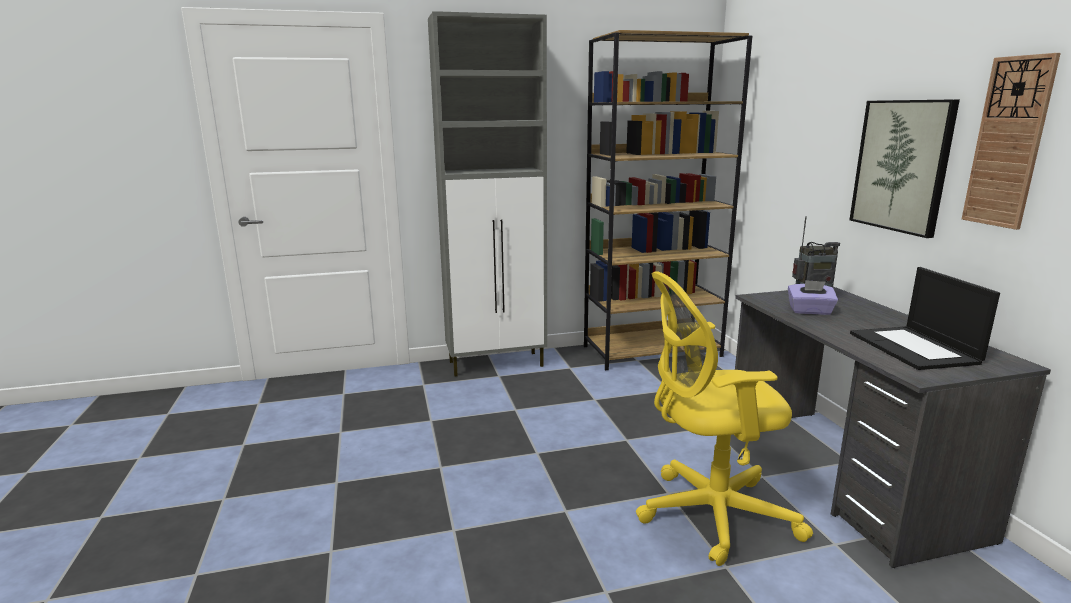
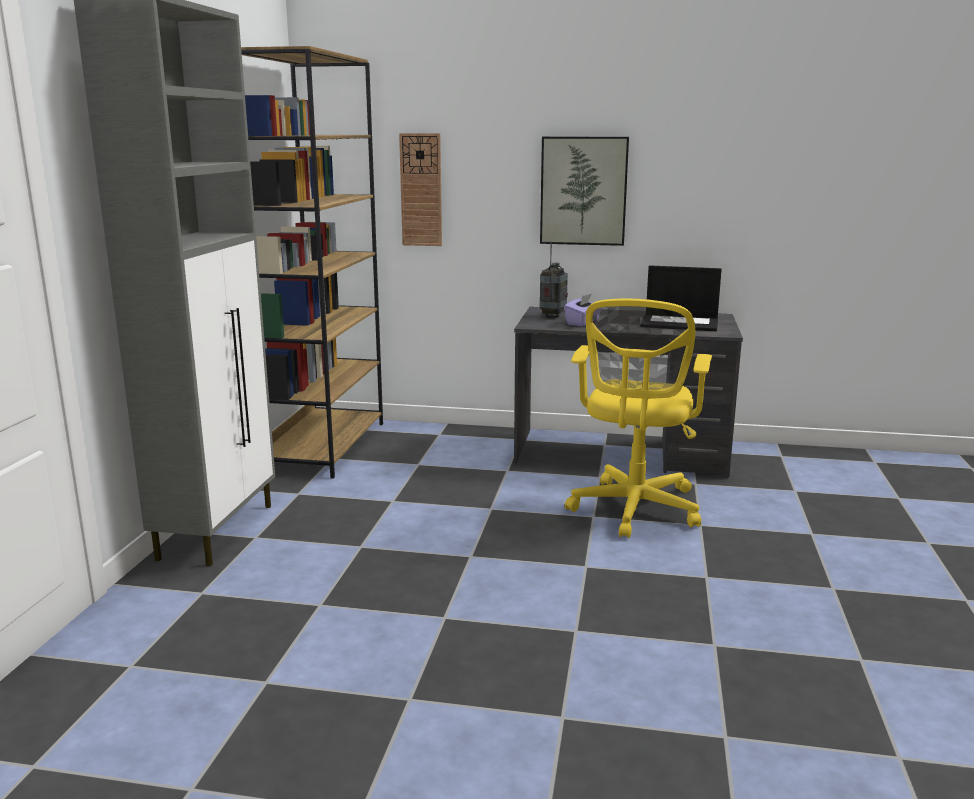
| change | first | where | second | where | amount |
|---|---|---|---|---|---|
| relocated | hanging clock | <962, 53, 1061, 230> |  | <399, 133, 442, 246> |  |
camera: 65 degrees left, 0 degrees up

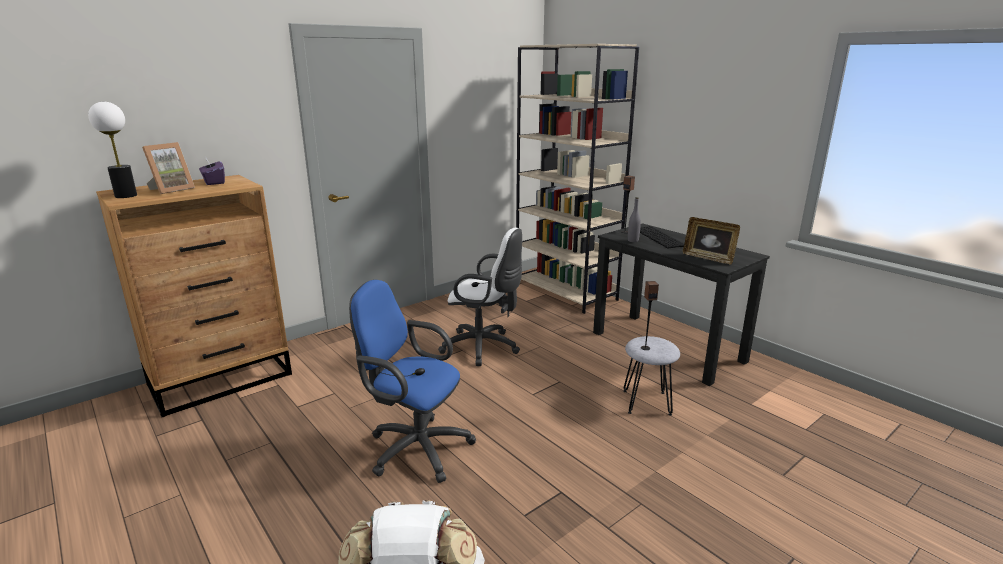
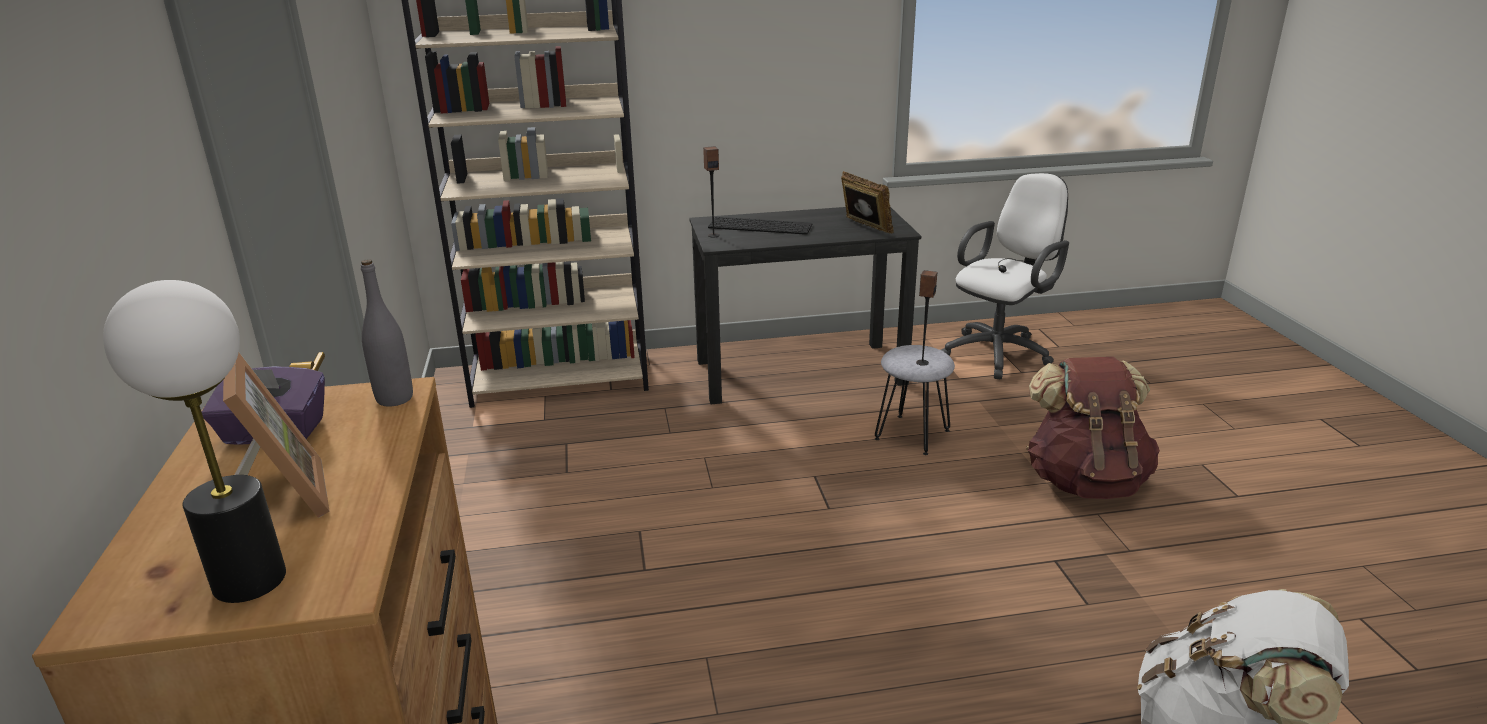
| change | first | where | second | where | amount |
|---|---|---|---|---|---|
| missing | office chair (blue) | <349, 279, 476, 483> |  |  |  |
| relocated | office chair (white-coloured) | <438, 228, 522, 366> |  | <941, 173, 1069, 379> |  |
| relocated | beverage bottle (greyish) | <628, 197, 641, 242> |  | <361, 259, 413, 407> |  |
| spun | photo frame | <683, 217, 740, 264> |  | <841, 171, 894, 233> | 105 degrees counterclockwise |
| appeared |  |  | knapsack (brownish) | <1026, 357, 1160, 499> |  |
camera: 60 degrees left, 5 degrees up

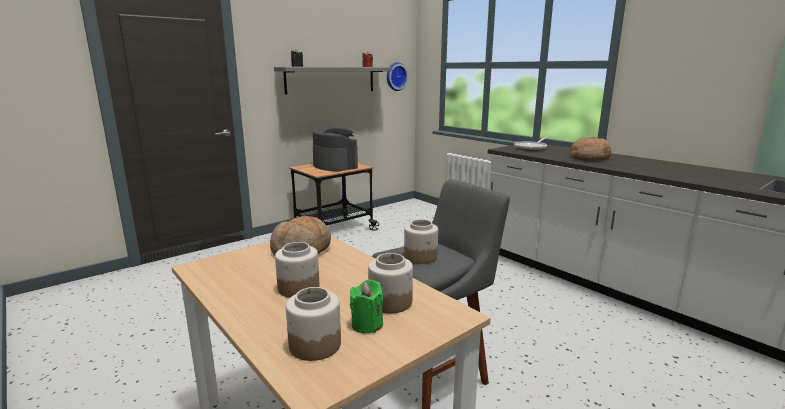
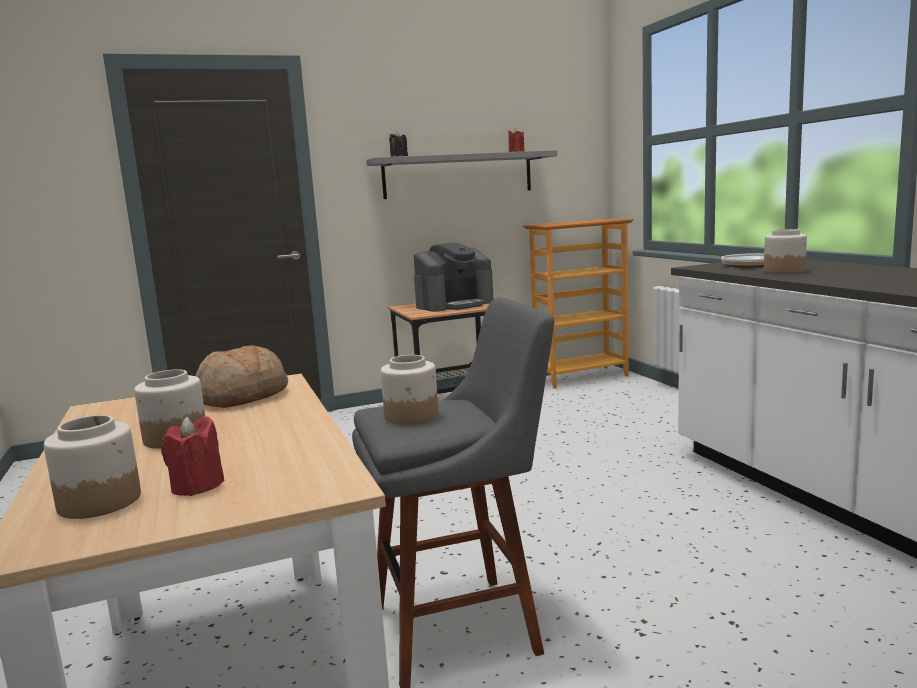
| change | first | where | second | where | amount |
|---|---|---|---|---|---|
| spun | coffee brewer | <313, 126, 358, 171> |  | <414, 243, 494, 312> | 75 degrees clockwise |
| colour | candle (greenish) | <350, 280, 383, 333> | candle (red) | <161, 416, 224, 496> |  |
| relocated | storage jar | <368, 253, 413, 313> |  | <764, 229, 807, 274> |  |
| missing | hanging clock | <387, 62, 409, 91> |  |  |  |
| missing | bread | <571, 136, 611, 161> |  |  |  |
| appeared |  |  | bookcase | <523, 219, 633, 389> |  |
camera: 20 degrees right, 5 degrees down

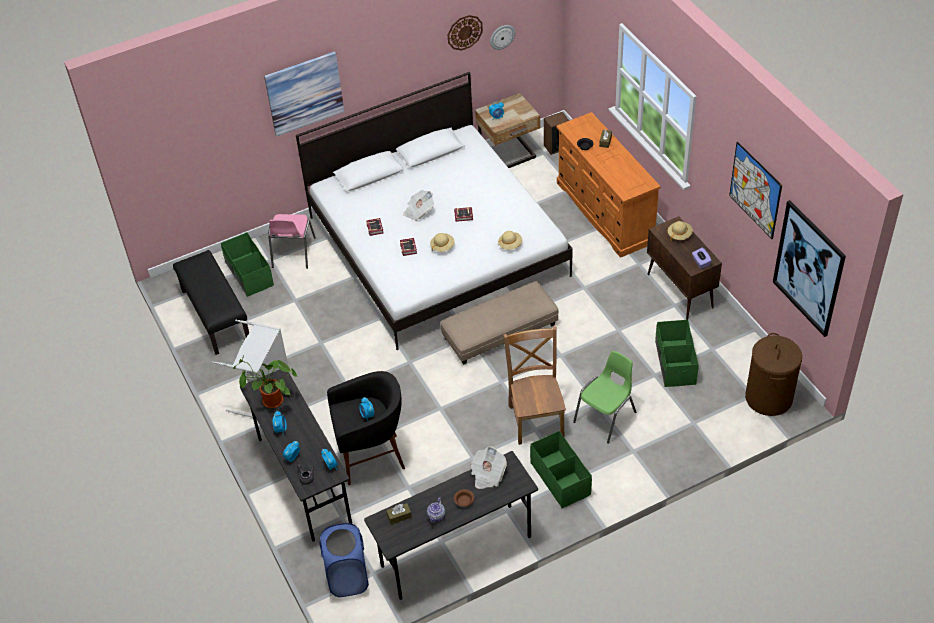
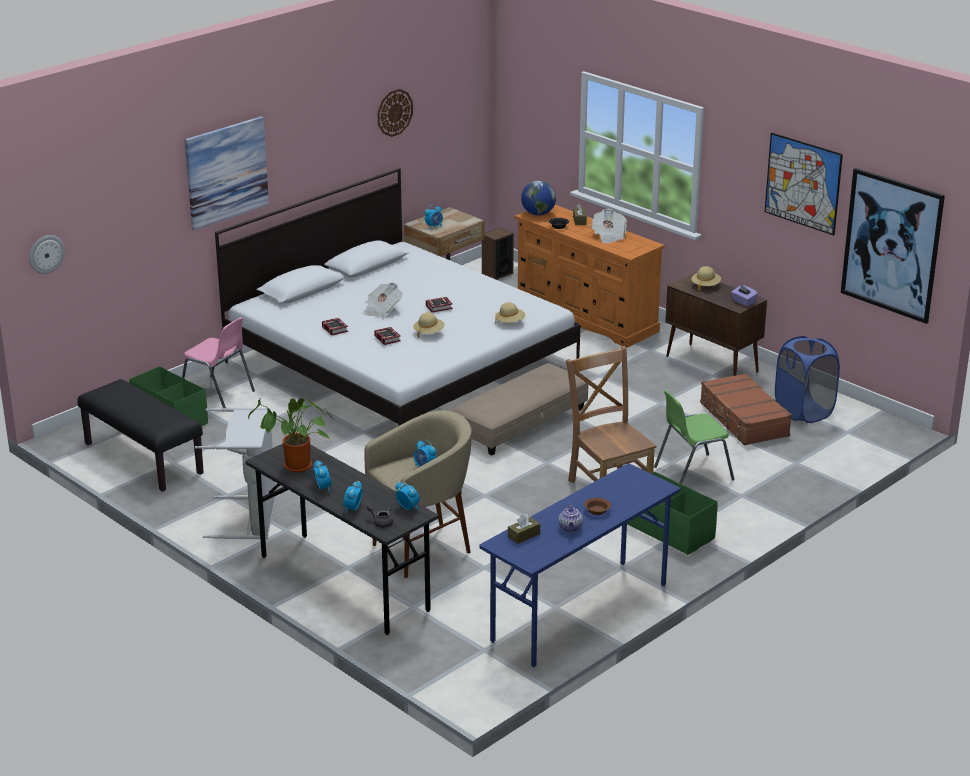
| change | first | where | second | where | amount |
|---|---|---|---|---|---|
| spun | plain chair (pinkish) | <268, 214, 316, 269> |  | <182, 317, 255, 408> | 45 degrees counterclockwise |
| relocated | hamper (blue) | <320, 523, 369, 597> |  | <775, 336, 840, 423> |  |
| colour | stool seat (black) | <327, 371, 405, 485> | stool seat (sand-coloured) | <364, 410, 472, 578> |  |
| colour | desk unit (greyish) | <364, 451, 538, 600> | desk unit (blue) | <480, 463, 680, 667> |  |
| relocated | printed paper | <470, 446, 507, 489> |  | <591, 209, 627, 244> |  |
| relocated | hanging clock | <490, 25, 515, 50> |  | <29, 235, 65, 274> |  |
| spun | plain chair (greenish) | <573, 351, 636, 444> |  | <654, 390, 734, 484> | 135 degrees counterclockwise |
| exchanged | storage bin (greenish) | <655, 320, 699, 387> | travel case (brownish) | <700, 373, 792, 445> |  |
| missing | hamper (brownish) | <745, 333, 802, 416> |  |  |  |
| appeared |  |  | desk globe | <521, 181, 556, 216> |  |
camera: 20 degrees left, 20 degrees down

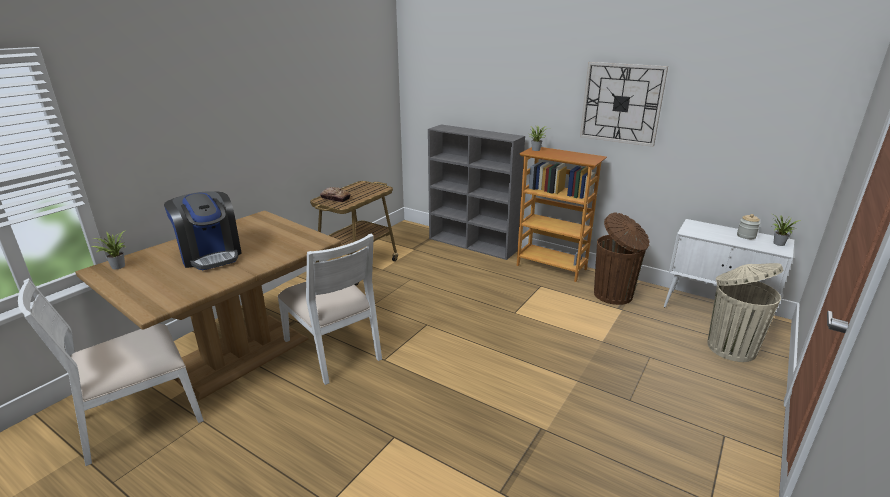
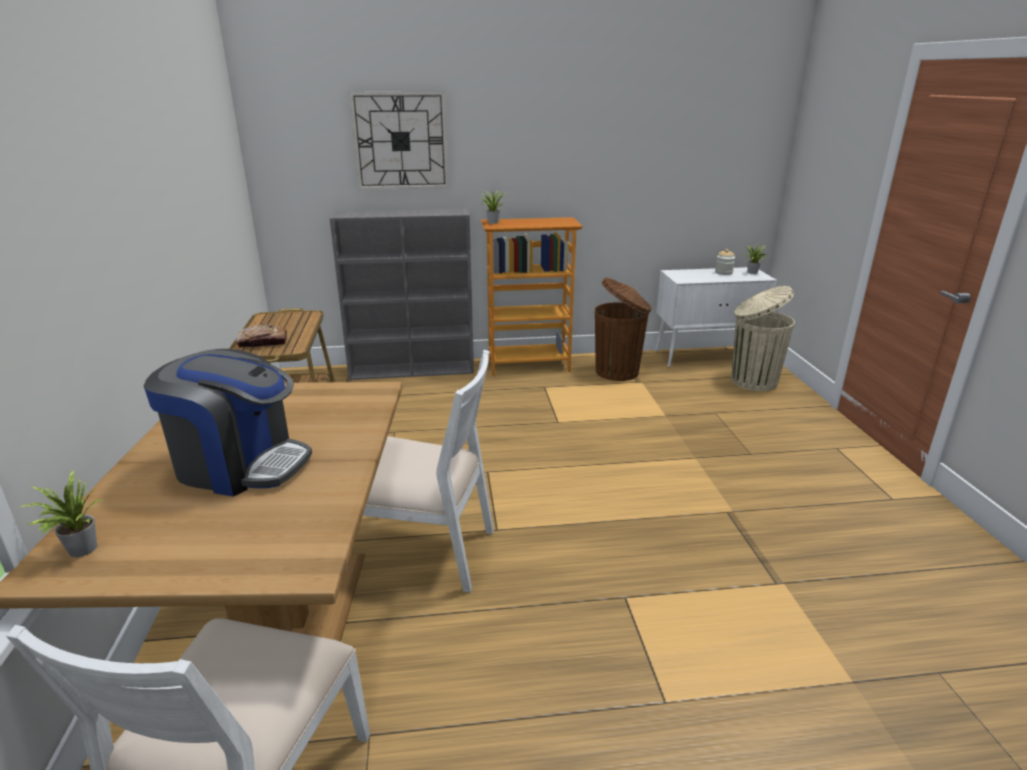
| change | first | where | second | where | amount |
|---|---|---|---|---|---|
| relocated | hanging clock | <580, 62, 668, 147> |  | <349, 91, 449, 190> |  |
camera: 40 degrees left, 0 degrees up

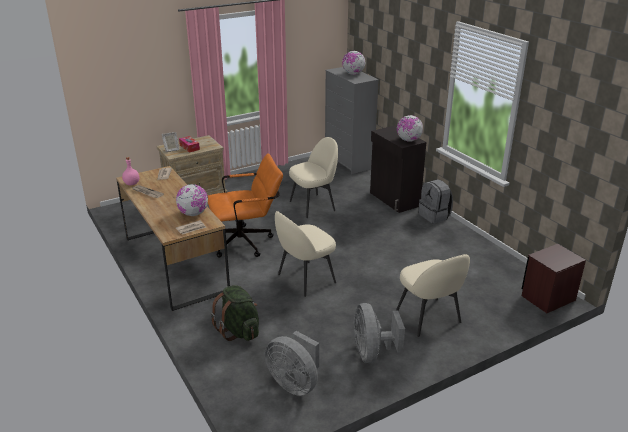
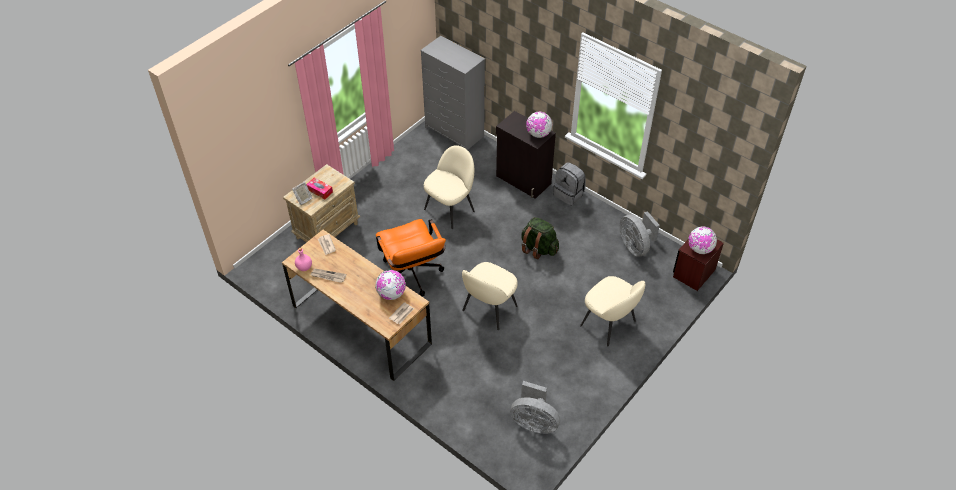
| change | first | where | second | where | amount |
|---|---|---|---|---|---|
| spun | office chair (orange-coloured) | <208, 153, 283, 258> |  | <376, 219, 446, 296> | 105 degrees clockwise |
| relocated | knapsack (greenish) | <211, 285, 259, 341> |  | <521, 217, 559, 259> |  |
| relocated | desk globe | <342, 51, 365, 75> |  | <689, 226, 717, 254> |  |
| relocated | fan (greyish) | <353, 303, 405, 363> |  | <620, 211, 660, 257> |  |
camera: 20 degrees left, 20 degrees up

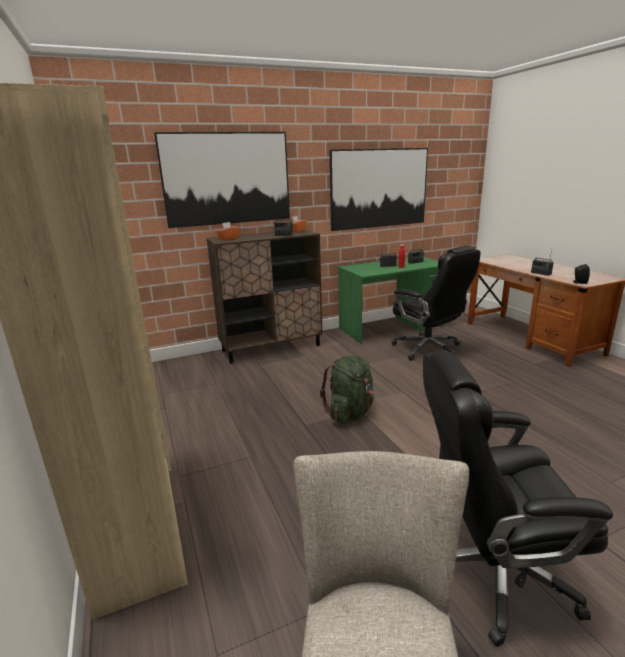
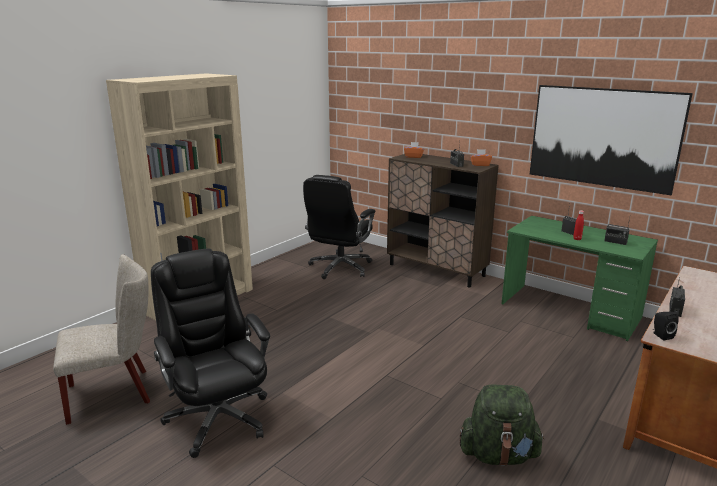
| change | first | where | second | where | amount |
|---|---|---|---|---|---|
| missing | picture | <154, 132, 290, 228> |  |  |  |
| relocated | knapsack (greenish) | <320, 355, 375, 423> |  | <460, 385, 544, 466> |  |
| relocated | office chair (black) | <391, 245, 480, 361> |  | <303, 175, 376, 279> |  |
camera: 60 degrees right, 0 degrees up

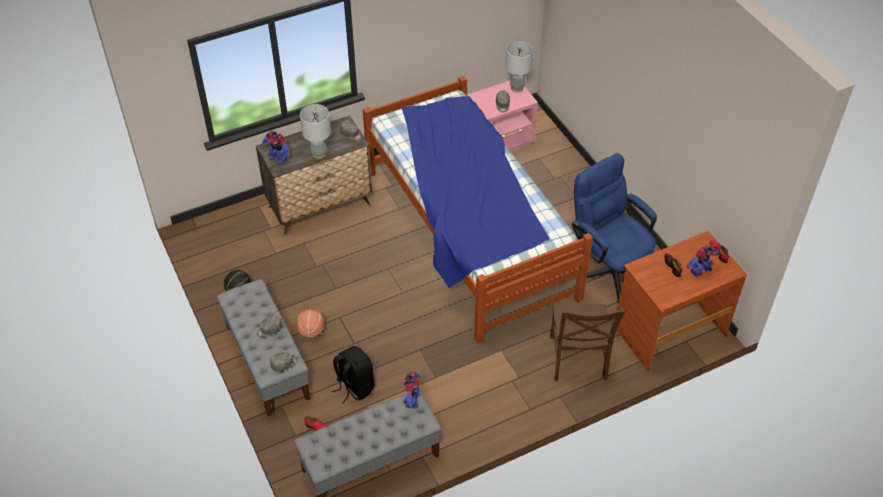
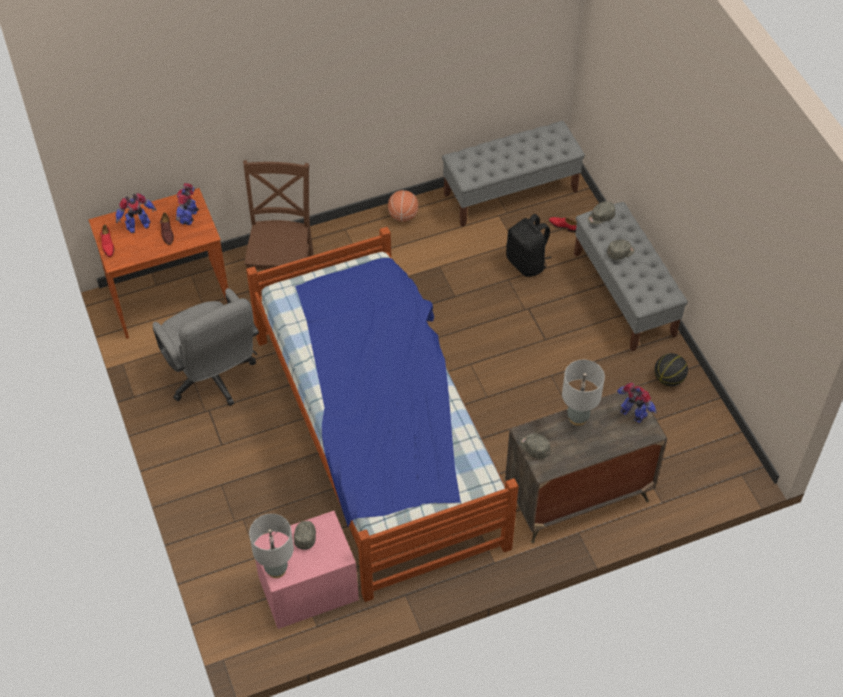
| change | first | where | second | where | amount |
|---|---|---|---|---|---|
| relocated | basketball ball | <296, 309, 324, 338> |  | <388, 190, 418, 222> |  |
| relocated | model robot | <404, 371, 421, 409> |  | <176, 183, 199, 225> |  |
| colour | office chair (blue) | <572, 153, 657, 303> | office chair (greyish) | <153, 288, 259, 406> |  |
camera: 175 degrees left, 5 degrees up

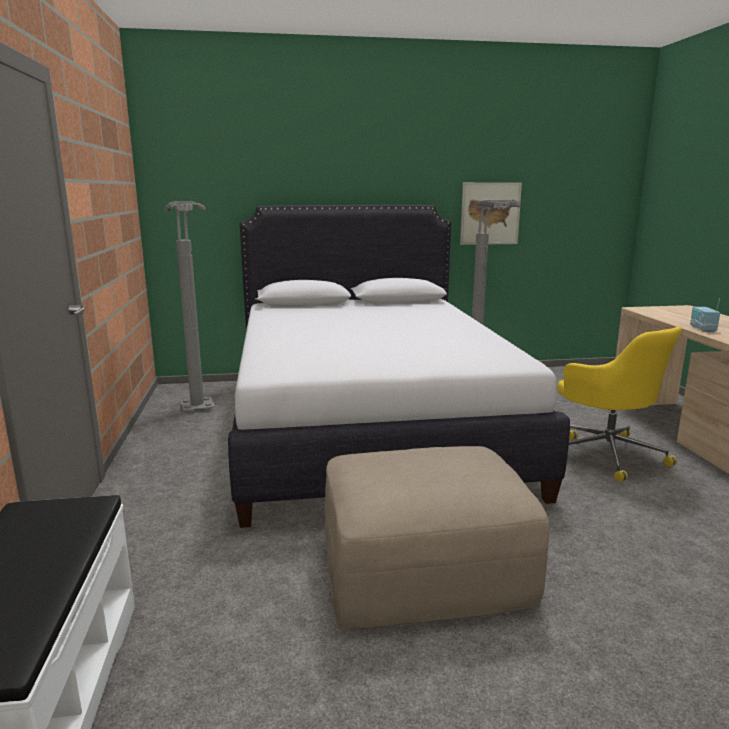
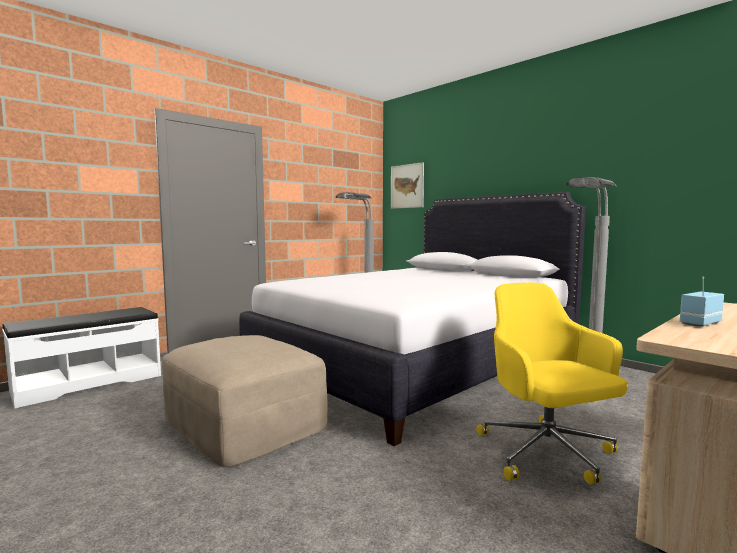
| change | first | where | second | where | amount |
|---|---|---|---|---|---|
| relocated | picture | <460, 182, 522, 245> |  | <391, 162, 424, 209> |  |
| spun | office chair (yellowish) | <557, 327, 682, 482> |  | <476, 283, 628, 485> | 135 degrees clockwise |
camera: 55 degrees right, 10 degrees down

